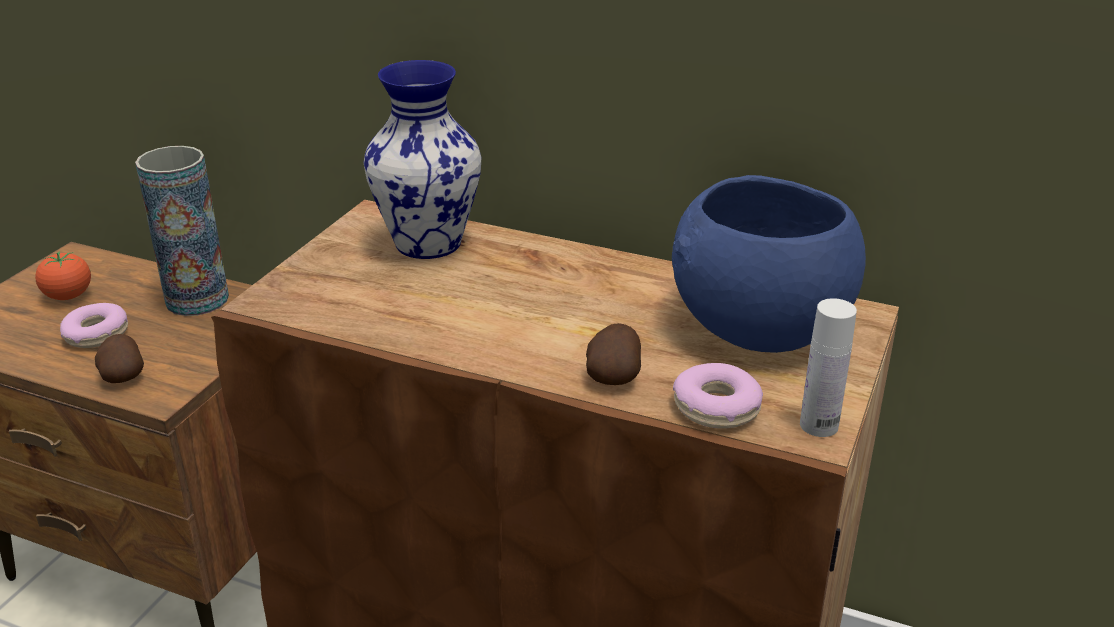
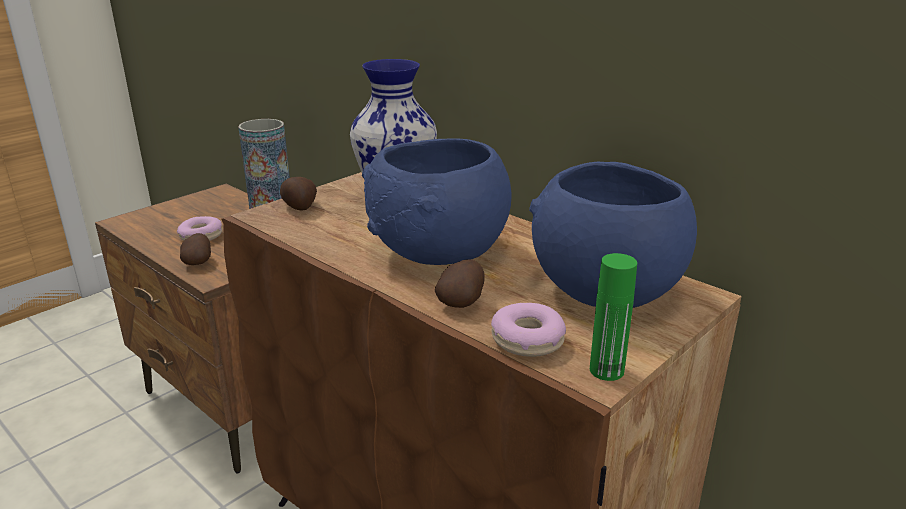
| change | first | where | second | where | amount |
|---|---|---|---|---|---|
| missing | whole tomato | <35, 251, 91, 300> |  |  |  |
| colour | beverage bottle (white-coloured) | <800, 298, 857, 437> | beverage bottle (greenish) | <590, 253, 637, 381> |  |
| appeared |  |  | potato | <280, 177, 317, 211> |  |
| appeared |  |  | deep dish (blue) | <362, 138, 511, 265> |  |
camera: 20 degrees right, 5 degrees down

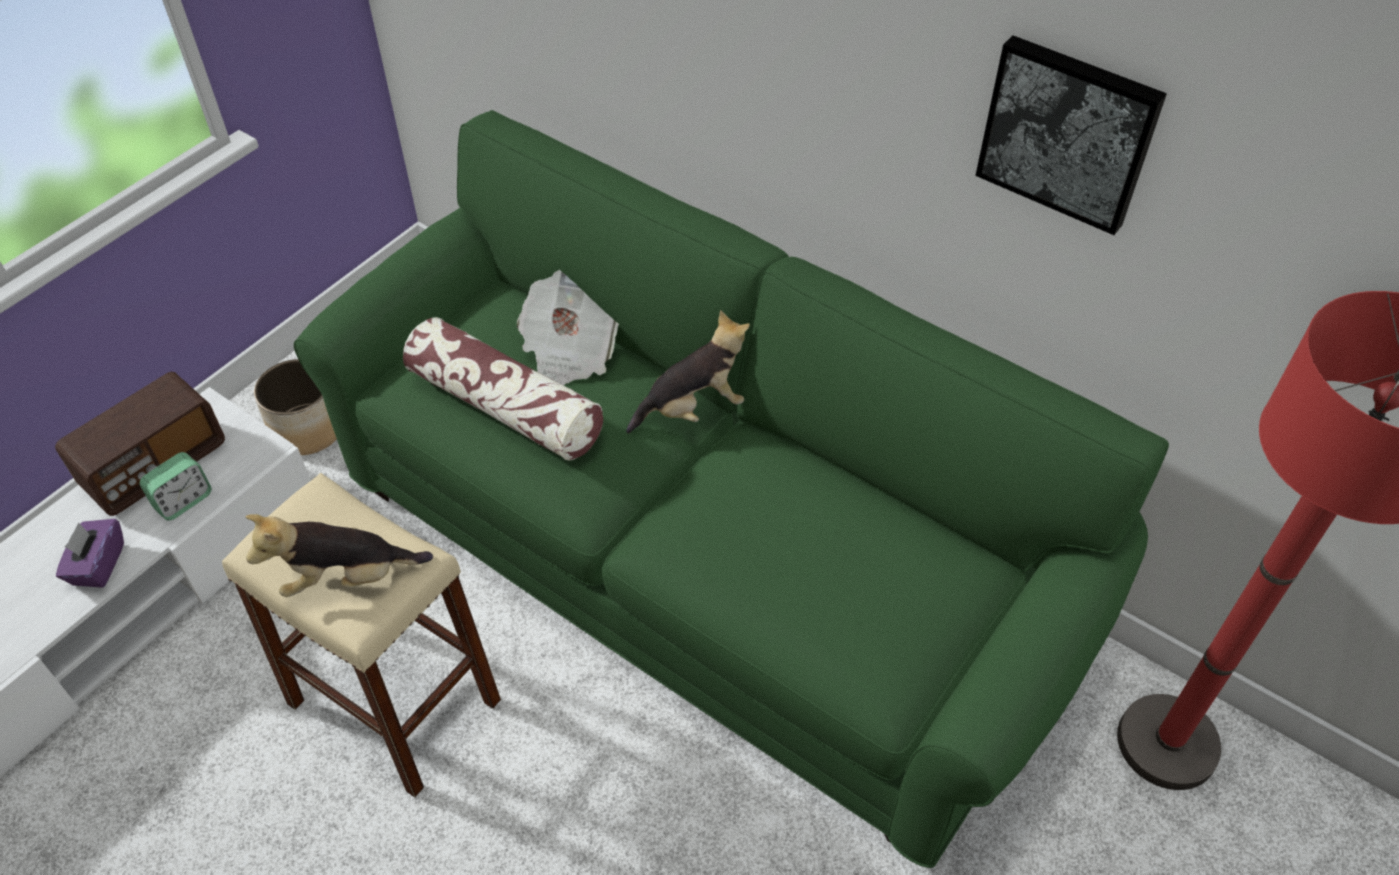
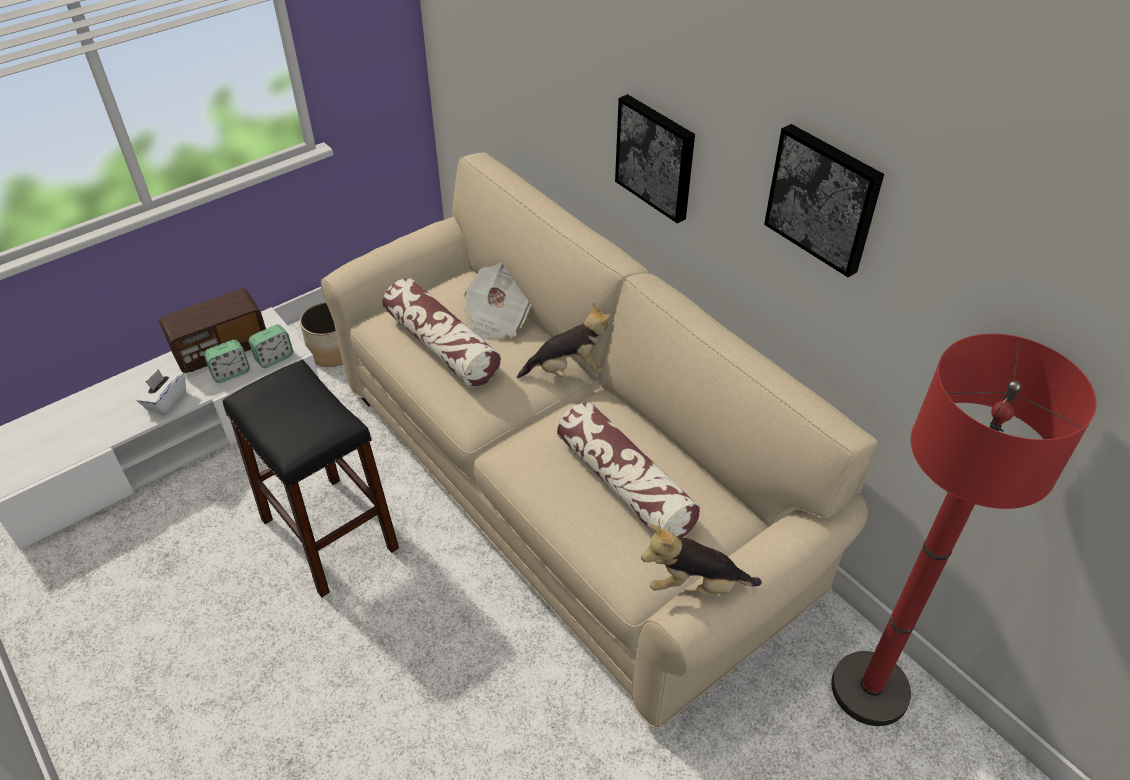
| change | first | where | second | where | amount |
|---|---|---|---|---|---|
| colour | tissue box (purple) | <56, 519, 124, 588> | tissue box (white-coloured) | <136, 369, 186, 415> |  |
| colour | stool seat (sand-coloured) | <222, 473, 501, 798> | stool seat (black) | <223, 360, 399, 597> |  |
| relocated | soft toy | <246, 514, 433, 597> |  | <641, 525, 762, 595> |  |
| colour | settee (greenish) | <294, 110, 1169, 868> | settee (sand-coloured) | <321, 152, 878, 729> |  |
| appeared |  |  | alarm clock | <249, 324, 293, 368> |  |
| appeared |  |  | pillow | <557, 402, 700, 537> |  |
| appeared |  |  | picture | <615, 94, 695, 224> |  |
camera: 15 degrees right, 5 degrees down

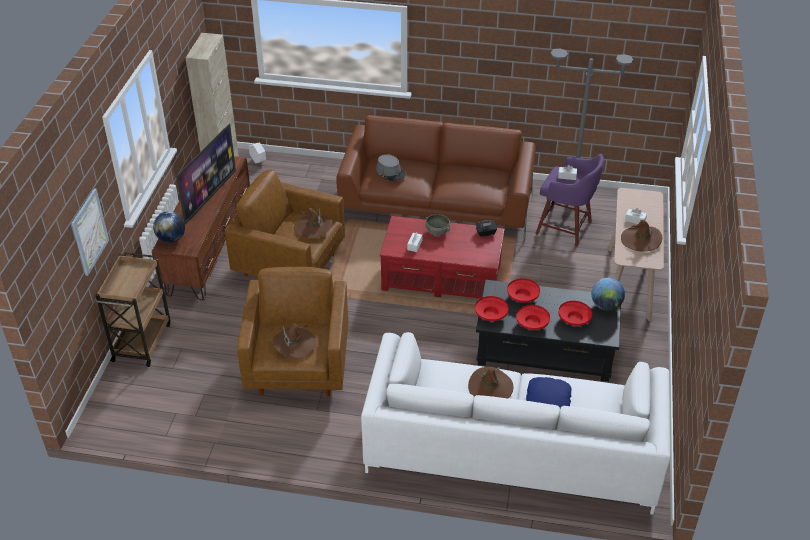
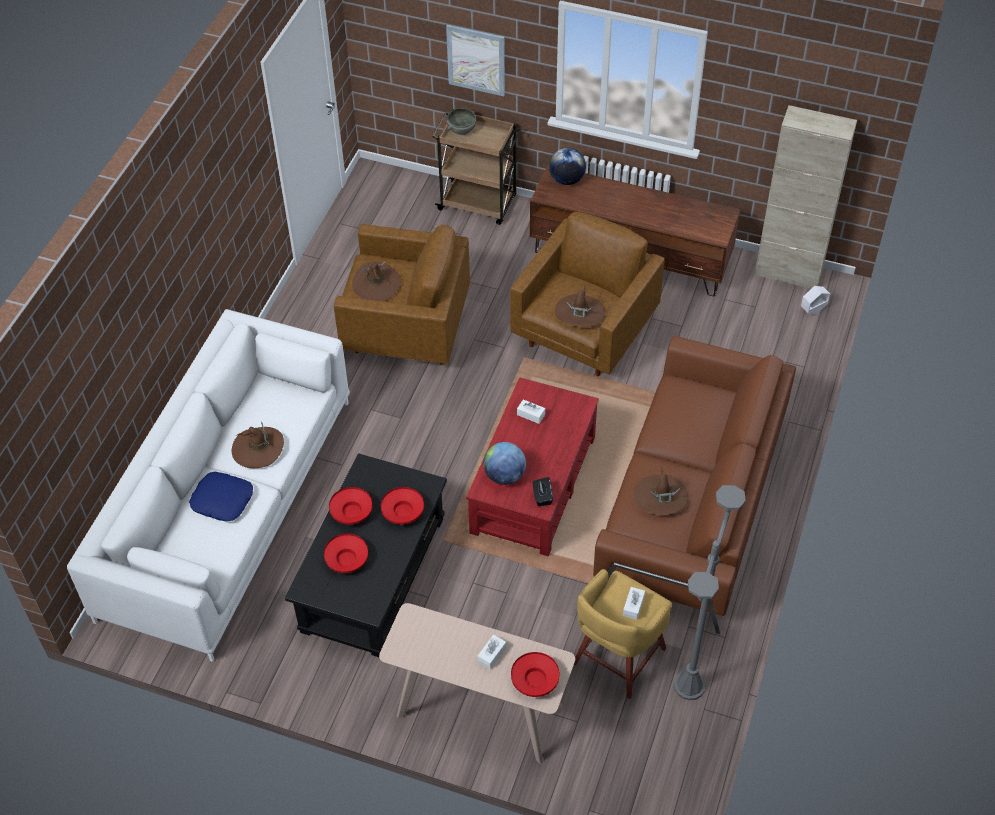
| change | first | where | second | where | amount |
|---|---|---|---|---|---|
| missing | TV | <176, 123, 236, 225> |  |  |  |
| missing | wearable hat (greyish) | <376, 154, 406, 181> |  |  |  |
| relocated | deep dish (greyish) | <425, 214, 450, 236> |  | <447, 108, 476, 135> |  |
| relocated | deep dish (red) | <475, 296, 508, 321> |  | <511, 652, 560, 697> |  |
| colour | stool seat (purple) | <536, 154, 604, 247> | stool seat (yellowish) | <574, 569, 672, 699> |  |
| relocated | desk globe | <591, 278, 625, 311> |  | <483, 442, 526, 485> |  |
| relocated | wearable hat (brownish) | <621, 219, 662, 252> |  | <634, 466, 688, 515> |  |
camera: 100 degrees right, 10 degrees up

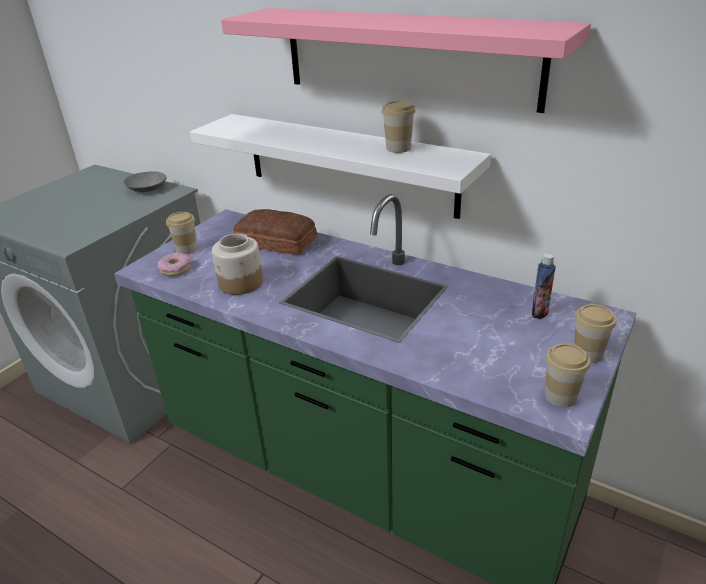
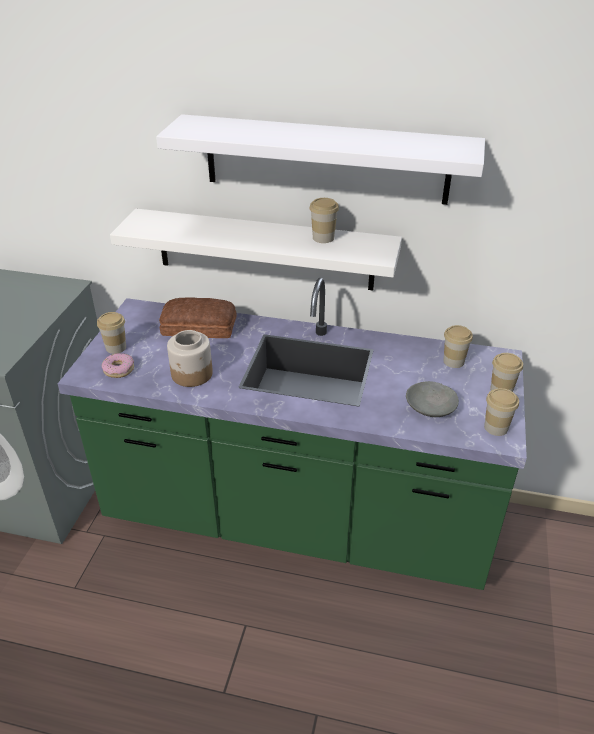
| change | first | where | second | where | amount |
|---|---|---|---|---|---|
| relocated | deep dish (greyish) | <124, 171, 166, 192> |  | <406, 381, 459, 417> |  |
| colour | wall shelf (pinkish) | <221, 8, 591, 113> | wall shelf (white-coloured) | <156, 114, 485, 205> |  |
| exchanged | beverage bottle | <531, 253, 556, 319> | cup | <443, 325, 473, 368> |  |
camera: 20 degrees left, 5 degrees up

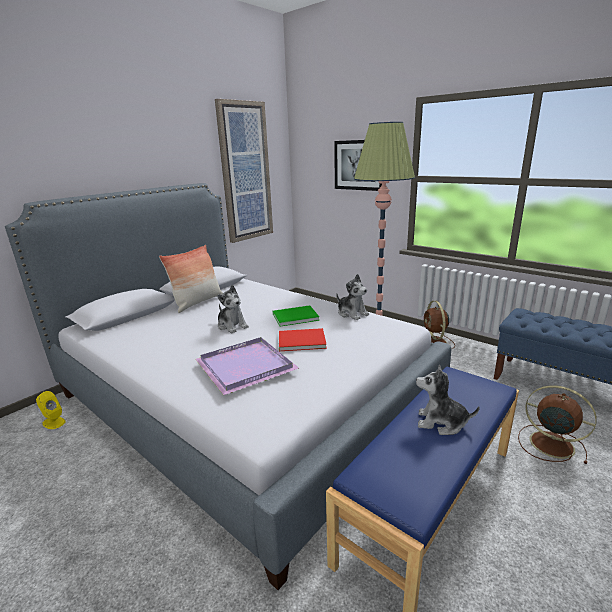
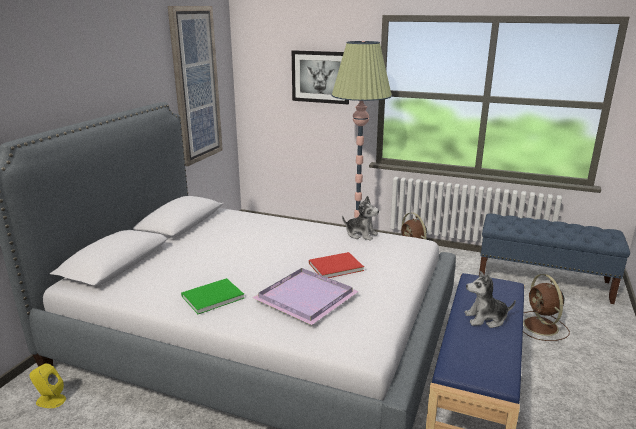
| change | first | where | second | where | amount |
|---|---|---|---|---|---|
| missing | pillow | <159, 245, 223, 313> |  |  |  |
| missing | soft toy | <217, 285, 249, 333> |  |  |  |
| relocated | book (greenish) | <273, 305, 320, 327> |  | <181, 278, 244, 314> |  |
| spun | fan (brownish) | <518, 385, 597, 464> |  | <523, 274, 570, 341> | 120 degrees counterclockwise |
camera: 20 degrees left, 0 degrees up

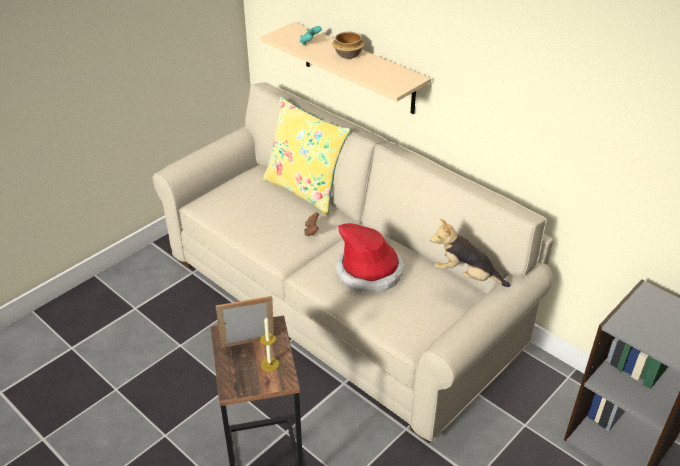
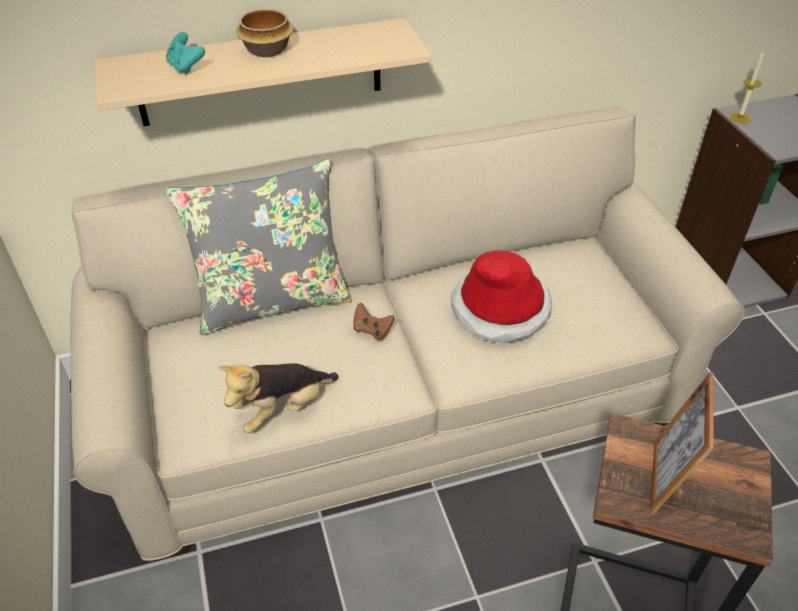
| change | first | where | second | where | amount |
|---|---|---|---|---|---|
| relocated | candle | <260, 317, 279, 371> |  | <730, 51, 764, 123> |  |
| colour | pillow (yellowish) | <262, 96, 351, 215> | pillow (greyish) | <166, 159, 352, 335> |  |
| relocated | soft toy | <430, 218, 510, 287> |  | <219, 363, 339, 433> |  |
camera: 60 degrees left, 5 degrees up

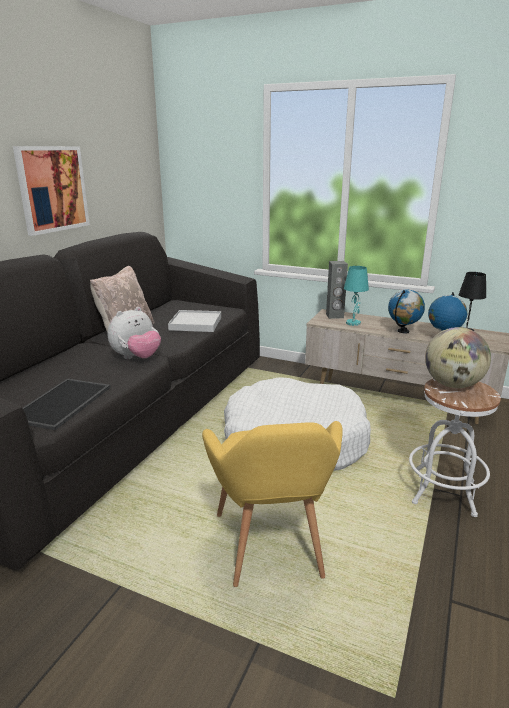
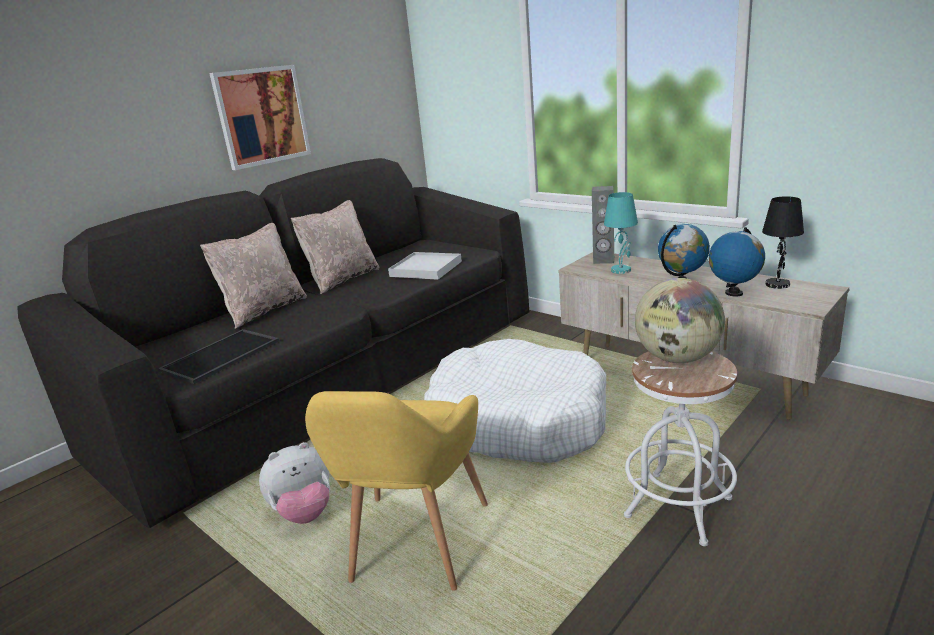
| change | first | where | second | where | amount |
|---|---|---|---|---|---|
| relocated | soft toy | <107, 307, 161, 359> |  | <259, 442, 330, 524> |  |
| appeared |  |  | pillow (sand-coloured) | <200, 223, 307, 329> |  |
camera: 20 degrees right, 0 degrees up

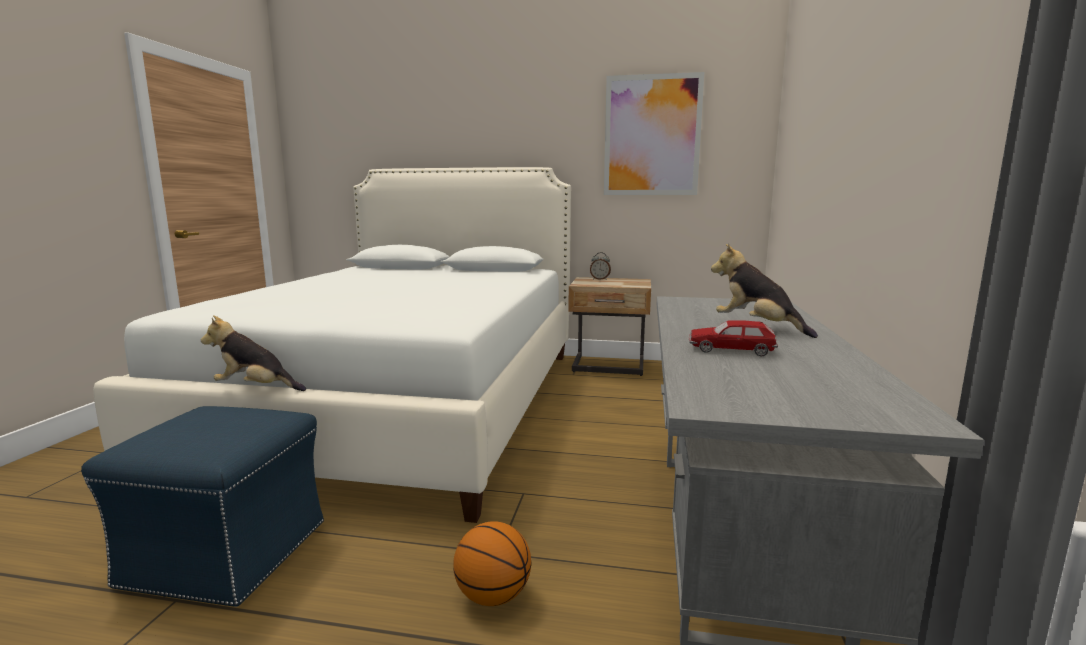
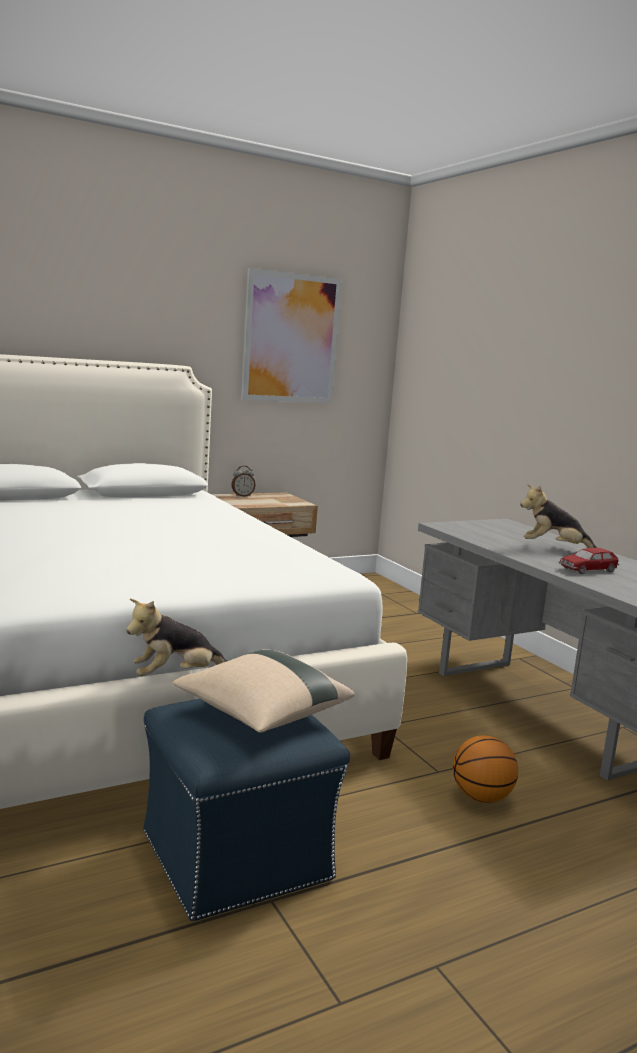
| change | first | where | second | where | amount |
|---|---|---|---|---|---|
| appeared |  |  | pillow (sand-coloured) | <172, 649, 355, 733> |  |
camera: 40 degrees left, 0 degrees up

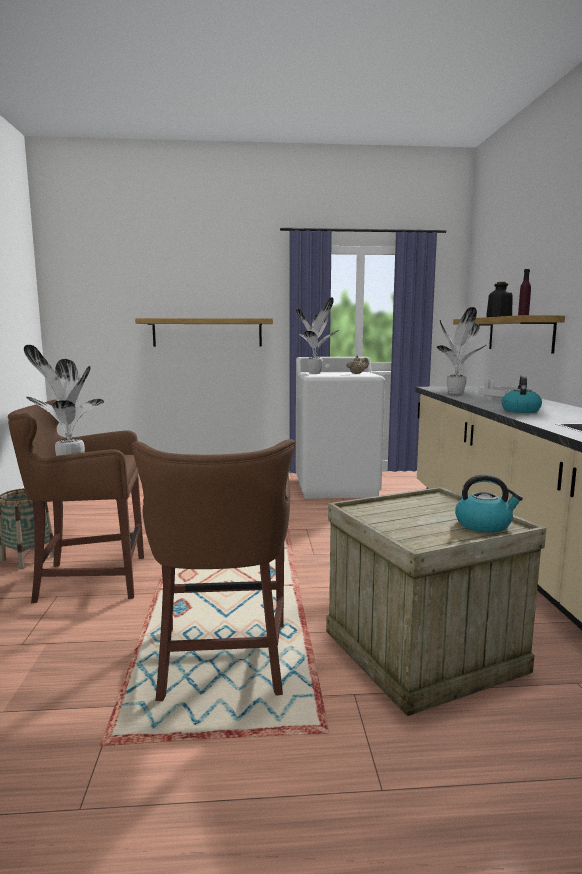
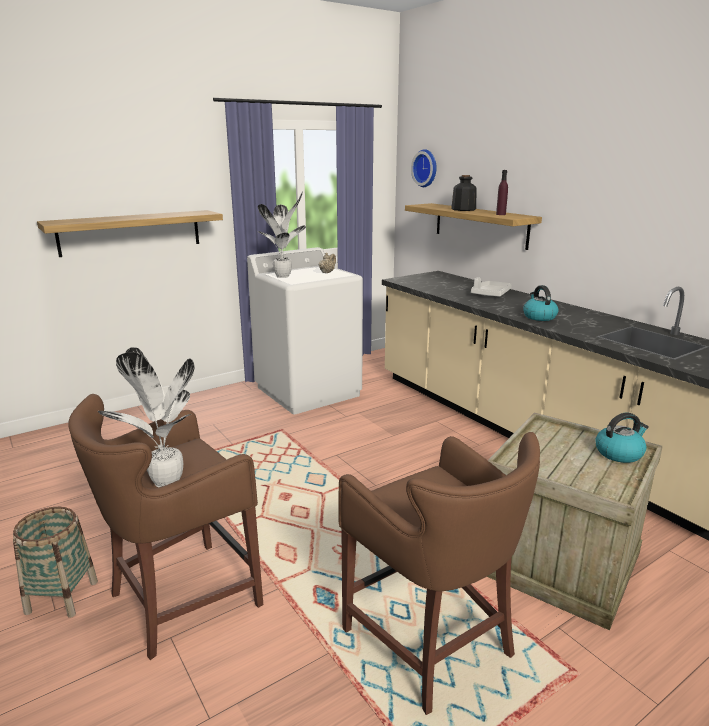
| change | first | where | second | where | amount |
|---|---|---|---|---|---|
| missing | plant in a pot | <437, 307, 488, 394> |  |  |  |
| appeared |  |  | hanging clock | <411, 149, 437, 187> |  |
camera: 30 degrees left, 10 degrees up

